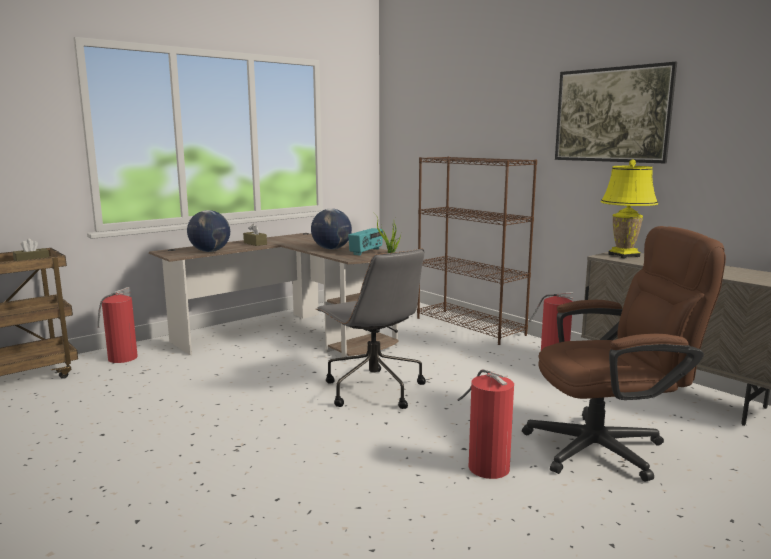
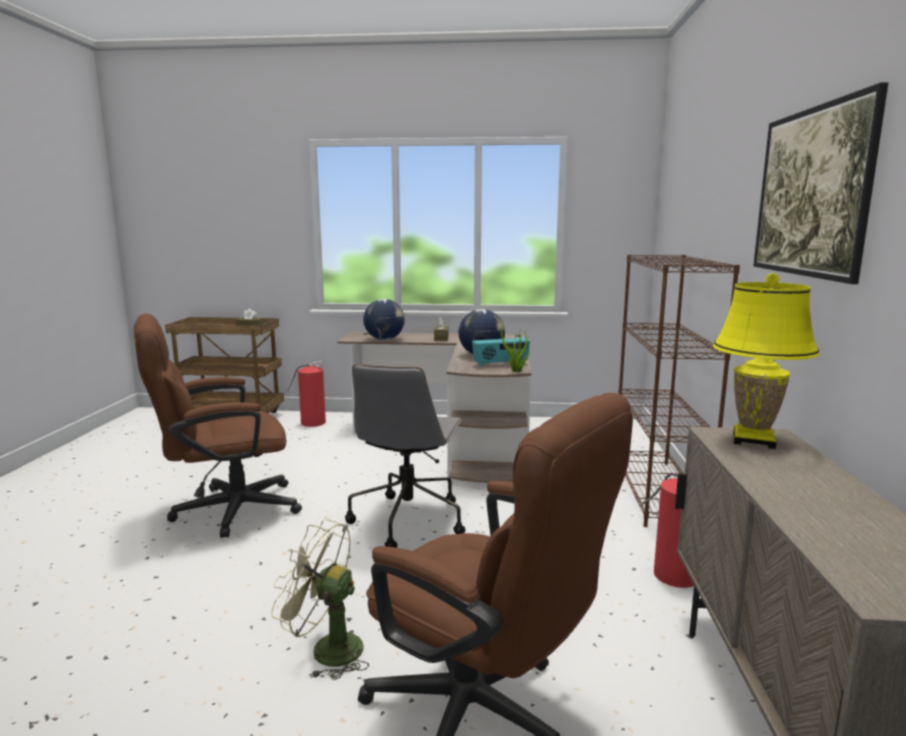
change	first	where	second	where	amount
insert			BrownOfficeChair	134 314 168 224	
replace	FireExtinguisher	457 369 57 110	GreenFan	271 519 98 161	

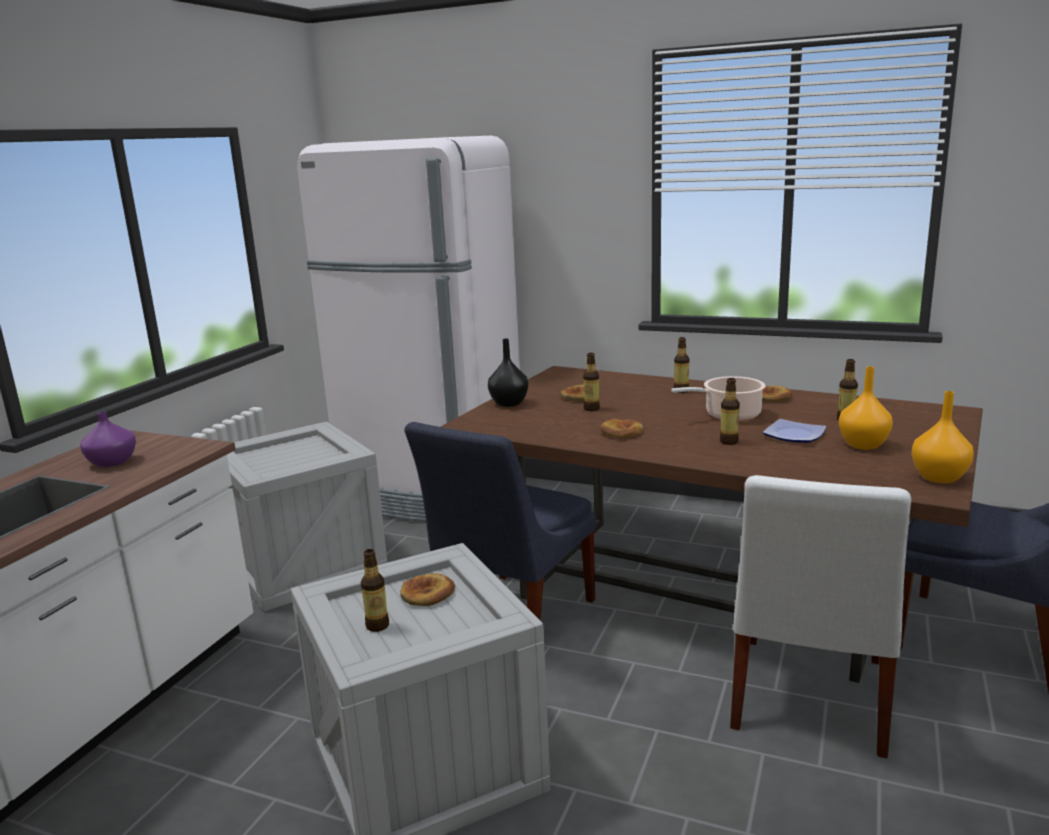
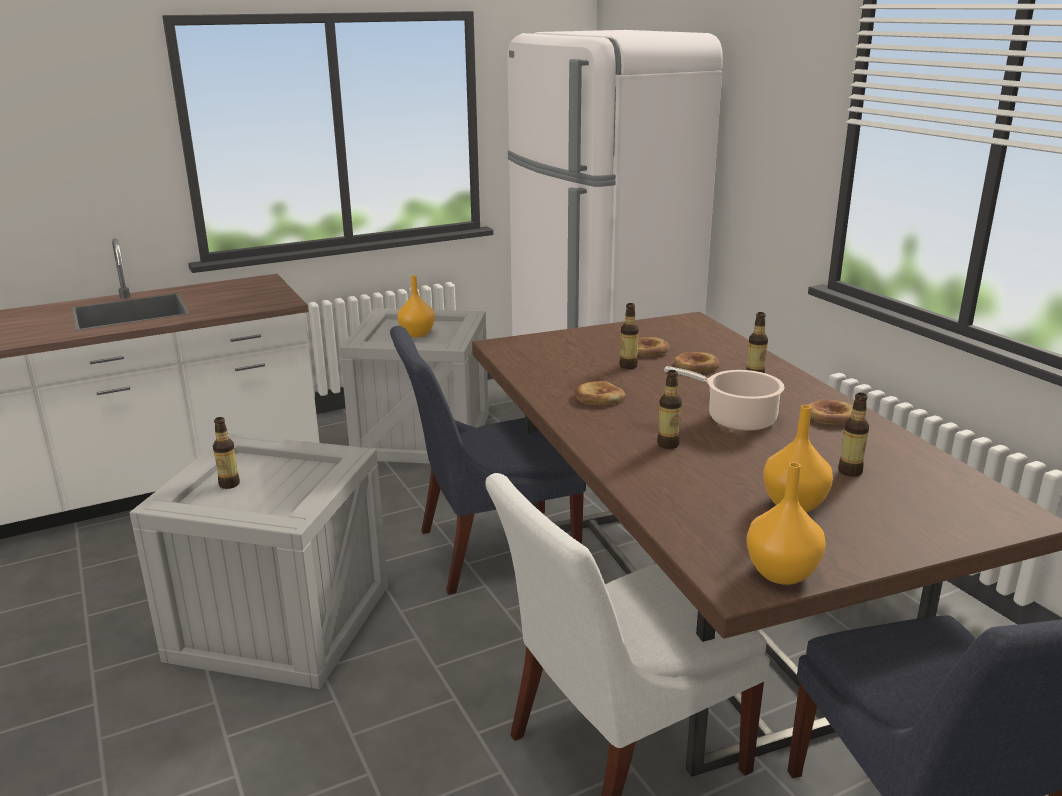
change	first	where	second	where	amount
insert			OrangeVase	397 275 38 62	
move	Bread	400 573 55 33		674 352 46 20	
delete	PurpleVase	80 412 56 55			
delete	BlackVase	488 338 40 69			
delete	Plate	763 419 63 24			

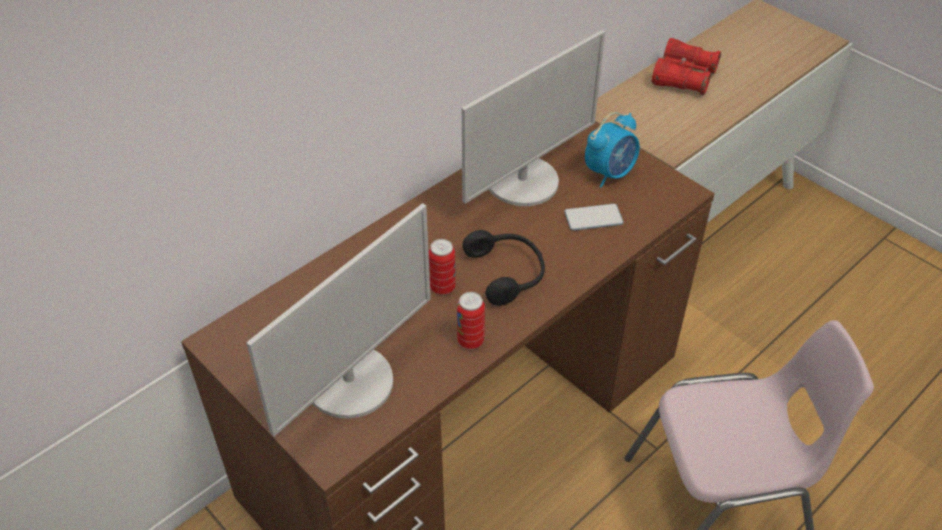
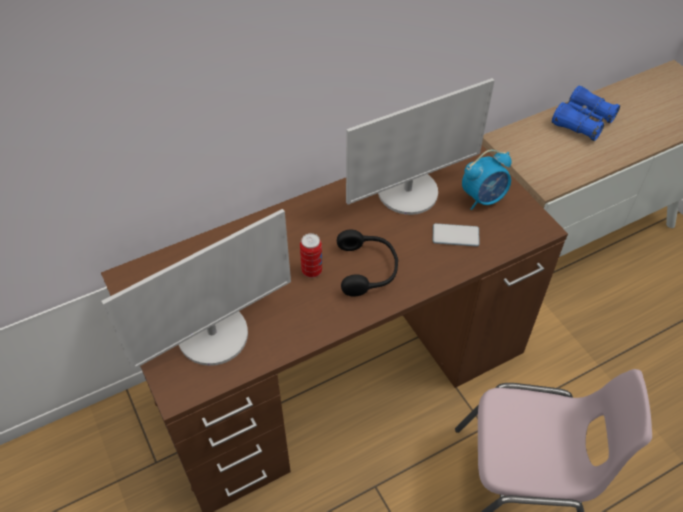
change	first	where	second	where	amount
recolor	RedBinoculars	652 38 69 57	BlueBinoculars	552 86 68 55	
delete	Can	457 292 28 57			

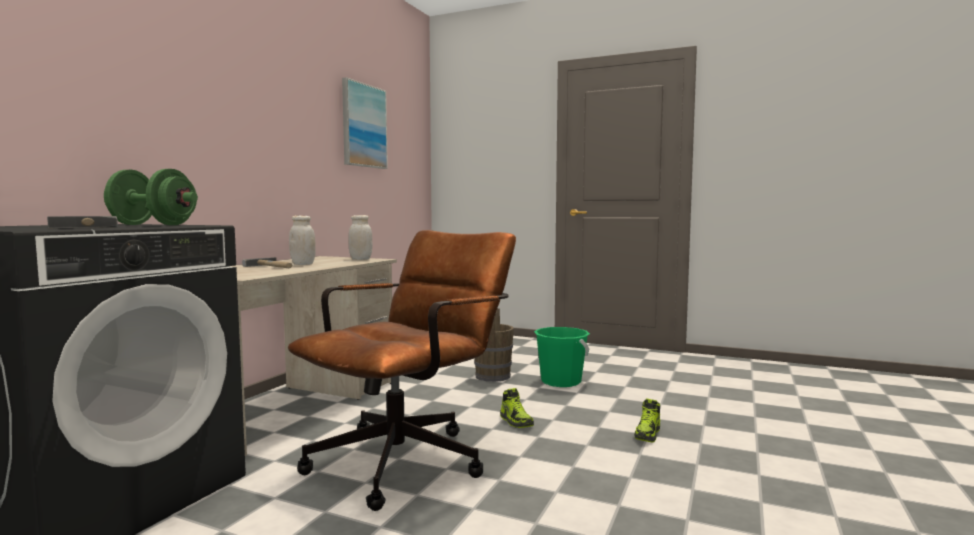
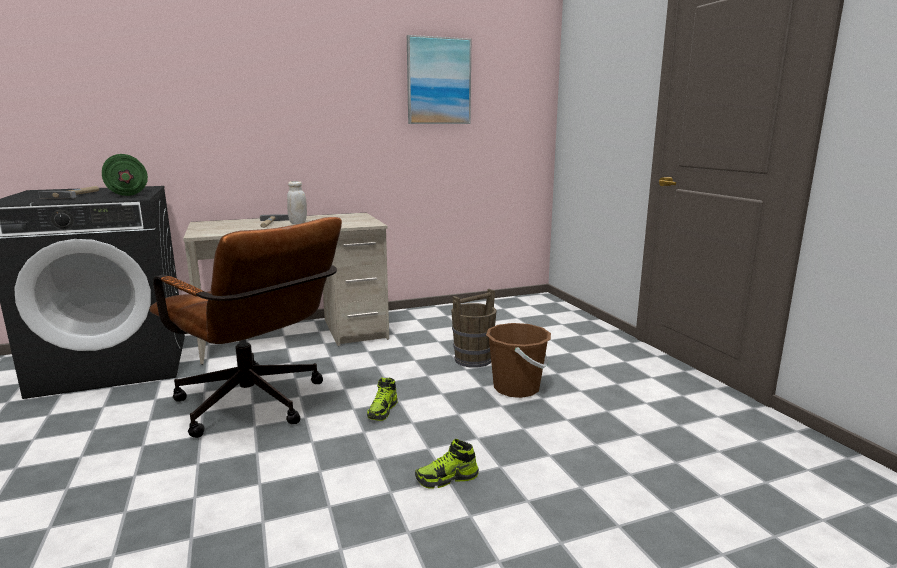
change	first	where	second	where	amount
rotate	BrownOfficeChair	288 230 228 281		149 217 193 221	45 degrees clockwise
recolor	GreenBucket	534 327 56 60	BrownBucket	486 323 65 75	
delete	WhiteJar	349 215 24 45			

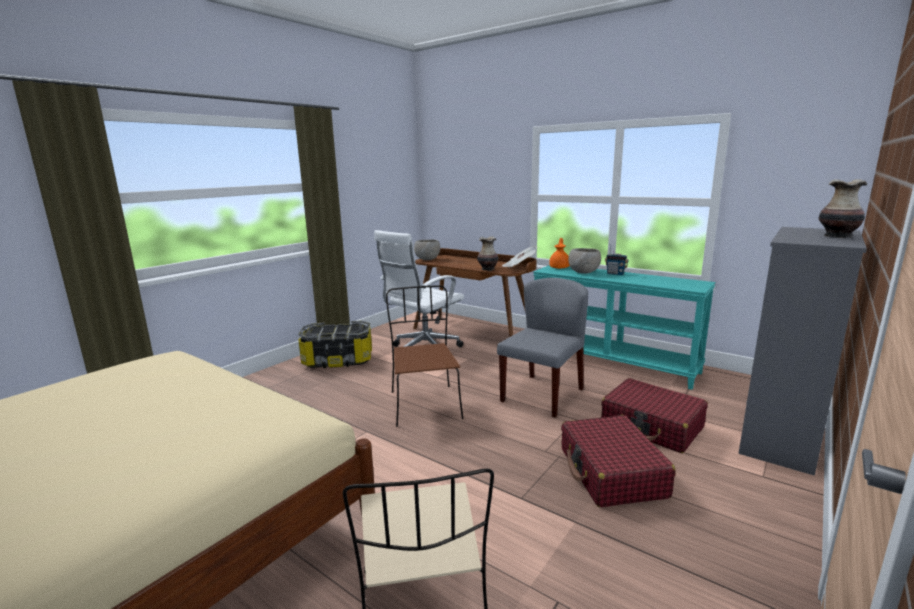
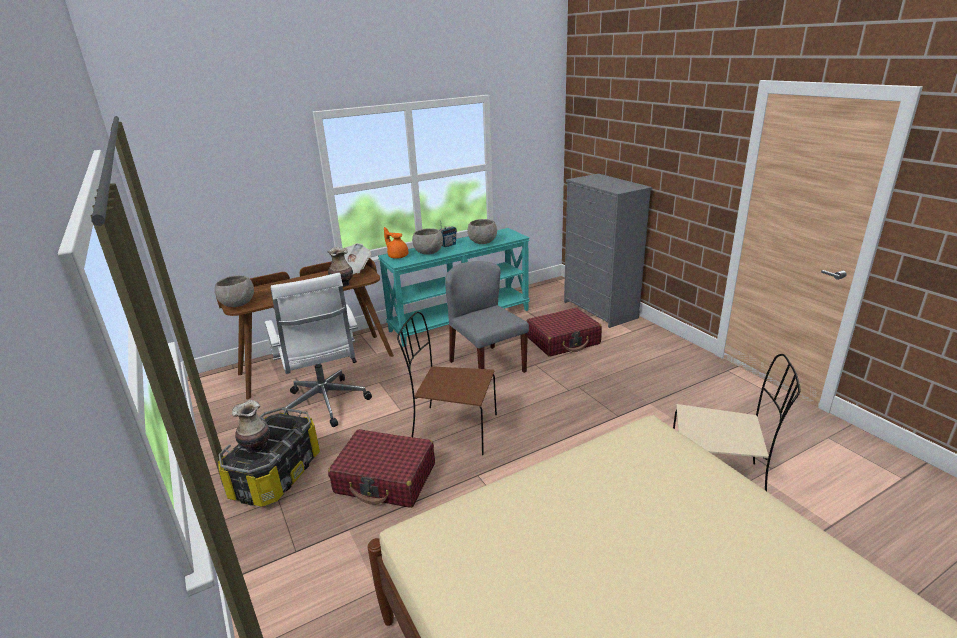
change	first	where	second	where	amount
move	Vase	819 179 48 59		232 400 38 53	
move	RedSuitcase	561 415 114 92		328 429 107 79	
insert			GreyBowl	468 219 29 25	

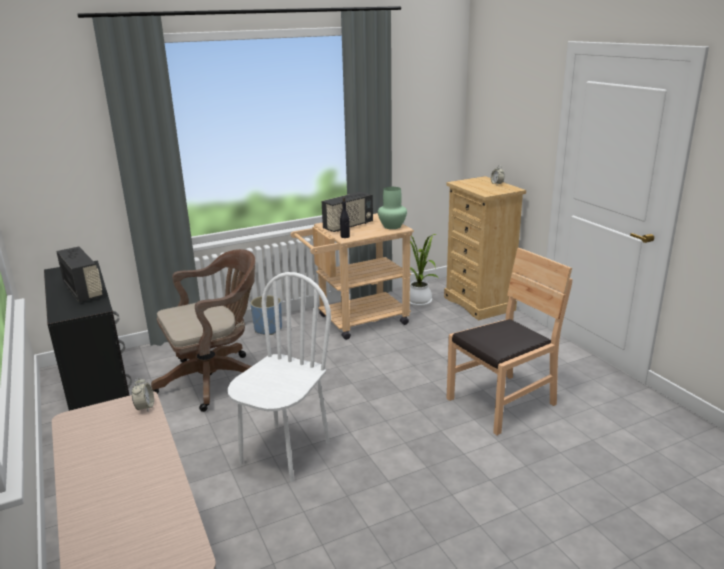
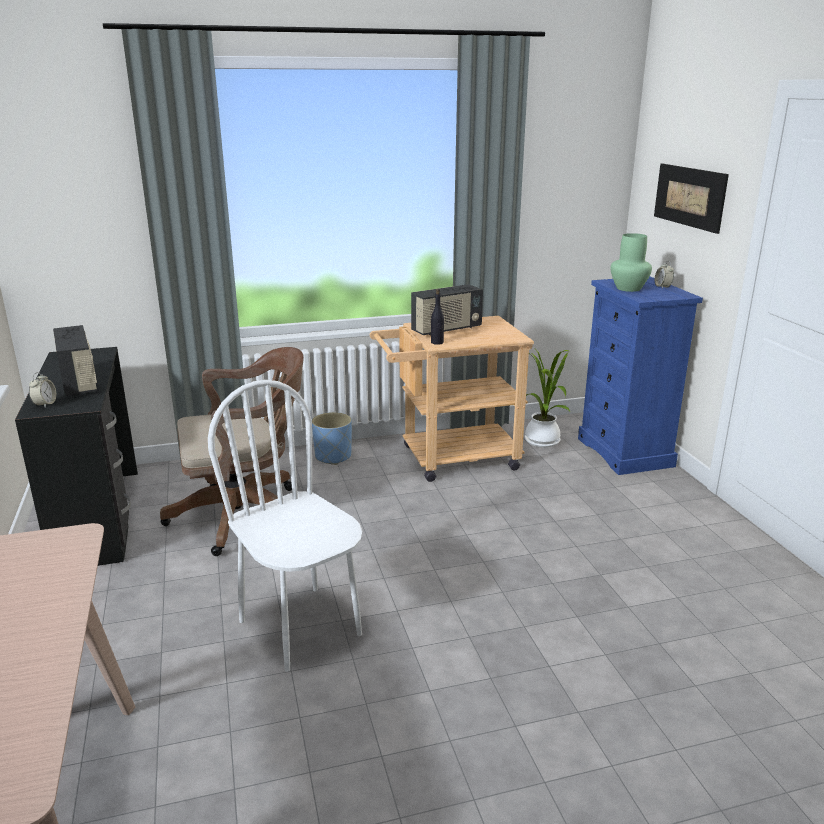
change	first	where	second	where	amount
move	AlarmClock	132 377 22 34		29 372 27 35	
rotate	WhiteChair	228 272 103 210		208 380 154 292	75 degrees counterclockwise
recolor	BeigeDresser	444 176 82 144	BlueDresser	578 276 125 199	
move	GreenVase	378 187 29 42		611 233 41 59	
insert			Picture	654 164 75 70	
delete	BrownChair	446 248 127 187			

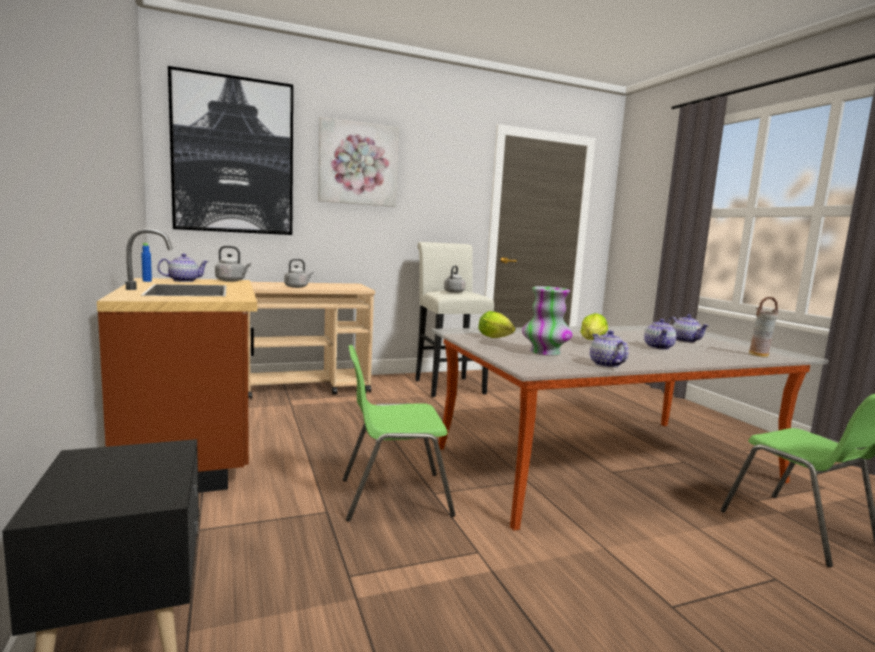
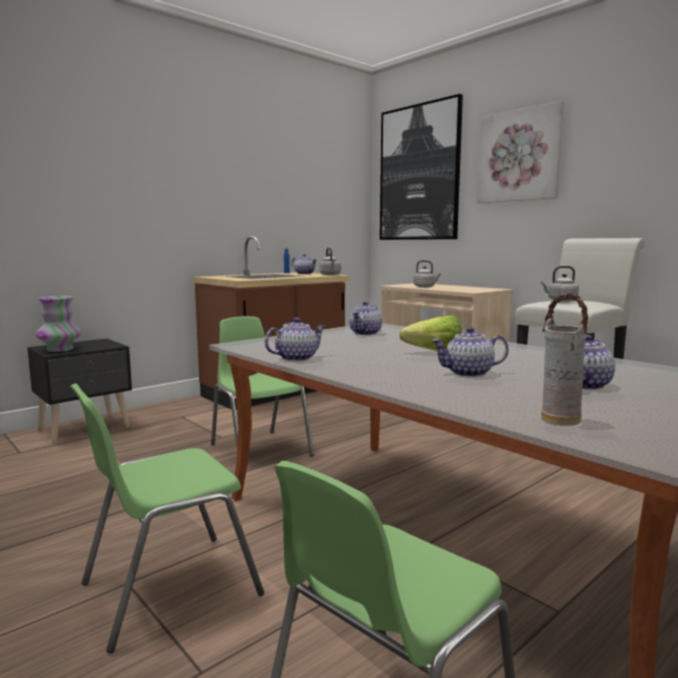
change	first	where	second	where	amount
move	Vase	522 286 51 69		36 296 46 56	
insert			GreenChair	70 383 194 270	
replace	Lettuce	478 311 37 27	Teapot	349 301 33 34	

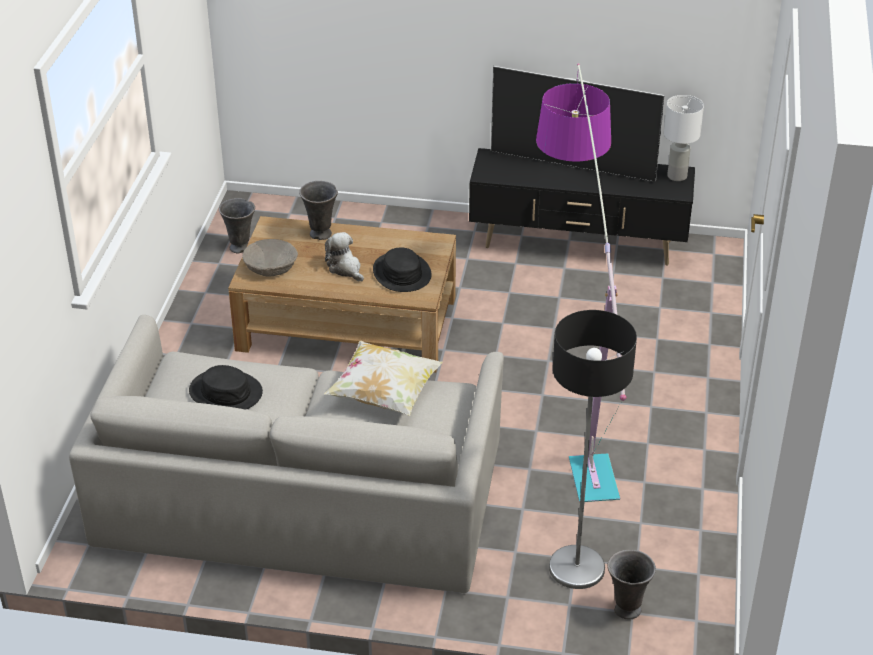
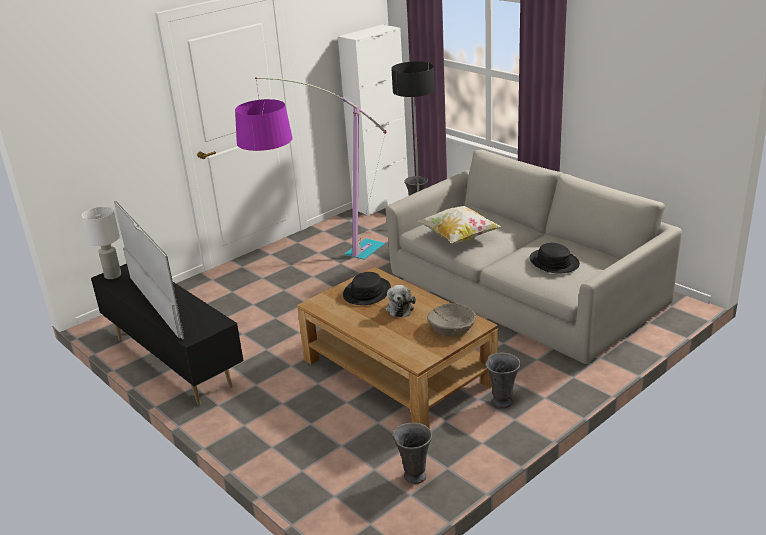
change	first	where	second	where	amount
insert			WhiteCabinet	338 24 71 192	
move	GreyVase	299 181 39 59		485 353 36 55	

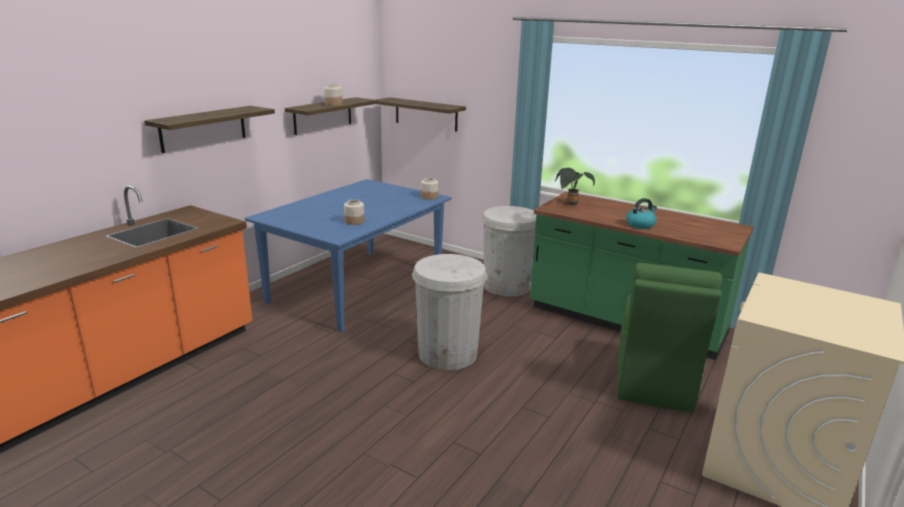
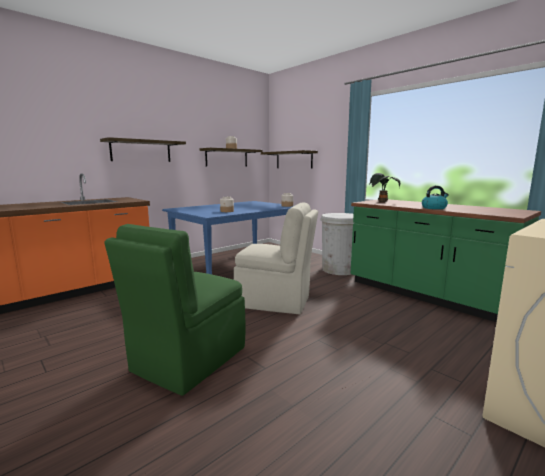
change	first	where	second	where	amount
move	GreenChair	617 263 106 149		104 224 141 172	
replace	WhiteTrashCan	412 254 76 116	BeigeChair	234 202 84 113	

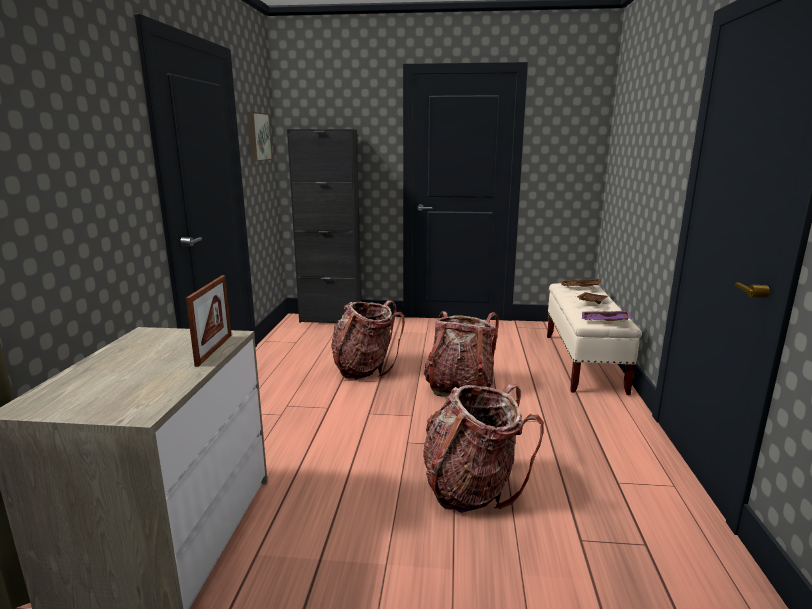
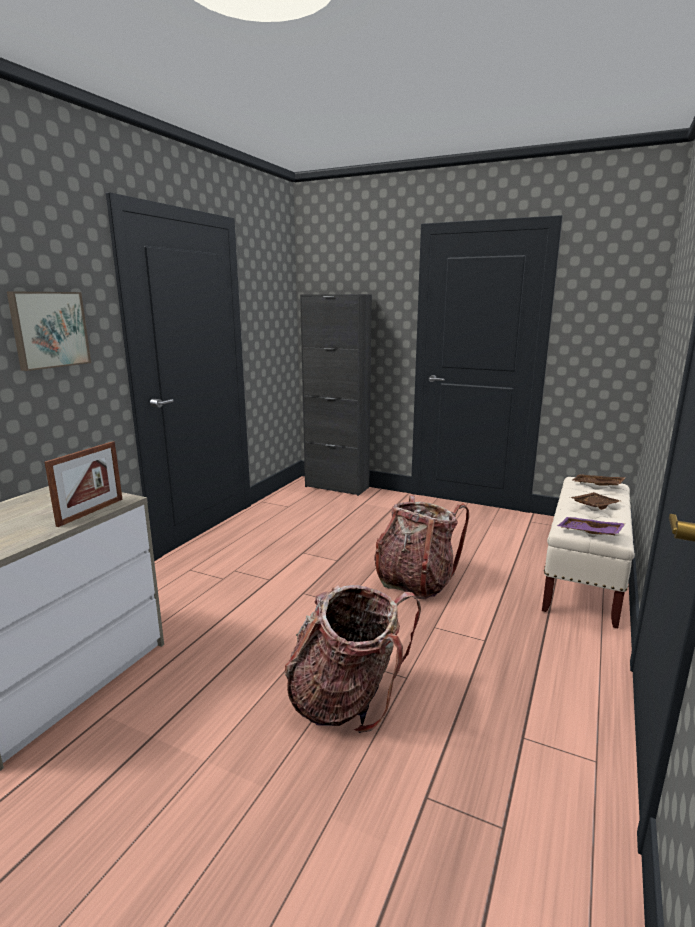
change	first	where	second	where	amount
move	Picture	247 112 26 49		7 291 84 80	
delete	Backpack	332 300 73 80			

